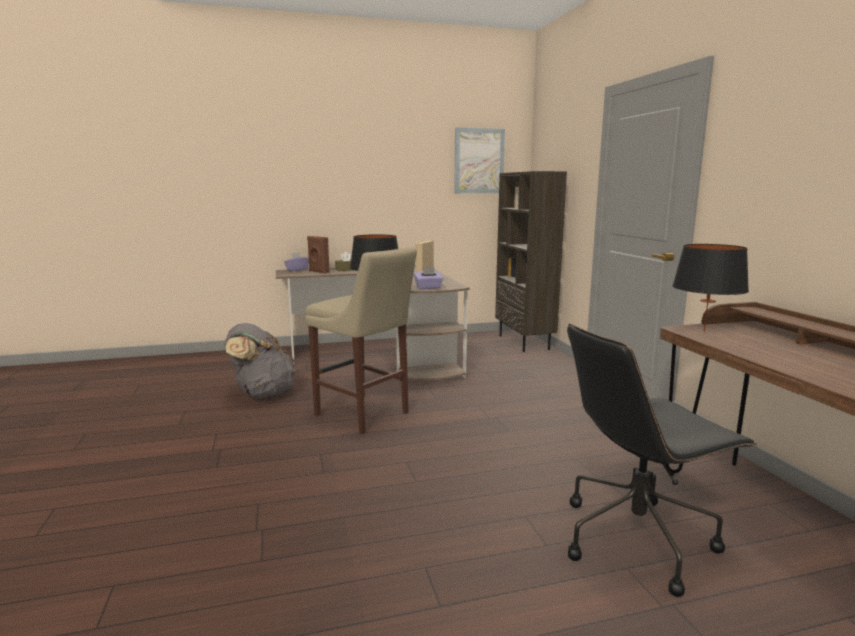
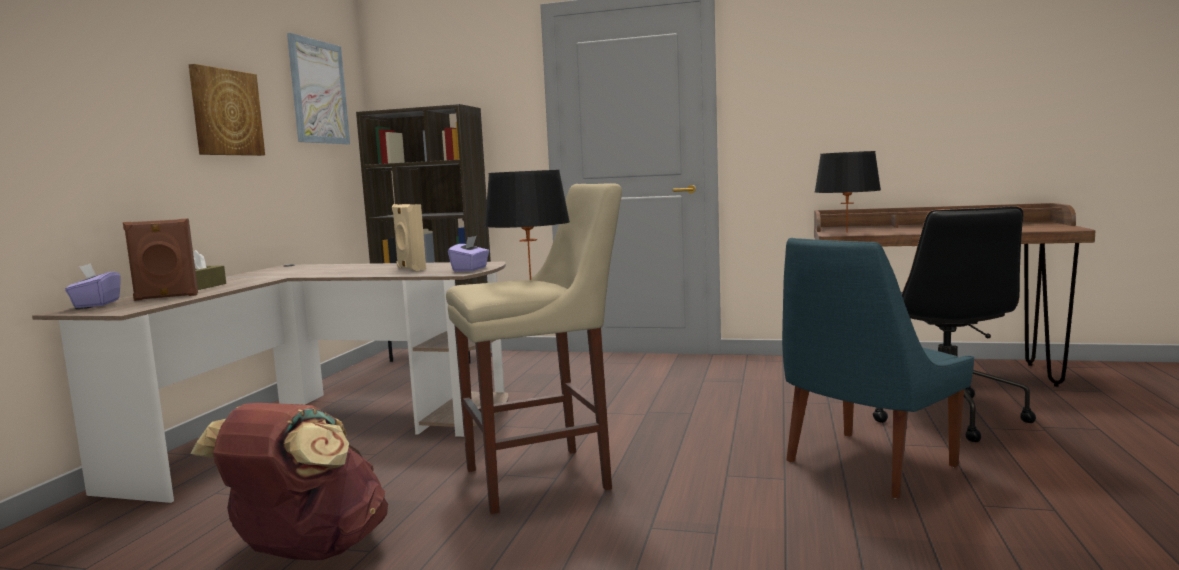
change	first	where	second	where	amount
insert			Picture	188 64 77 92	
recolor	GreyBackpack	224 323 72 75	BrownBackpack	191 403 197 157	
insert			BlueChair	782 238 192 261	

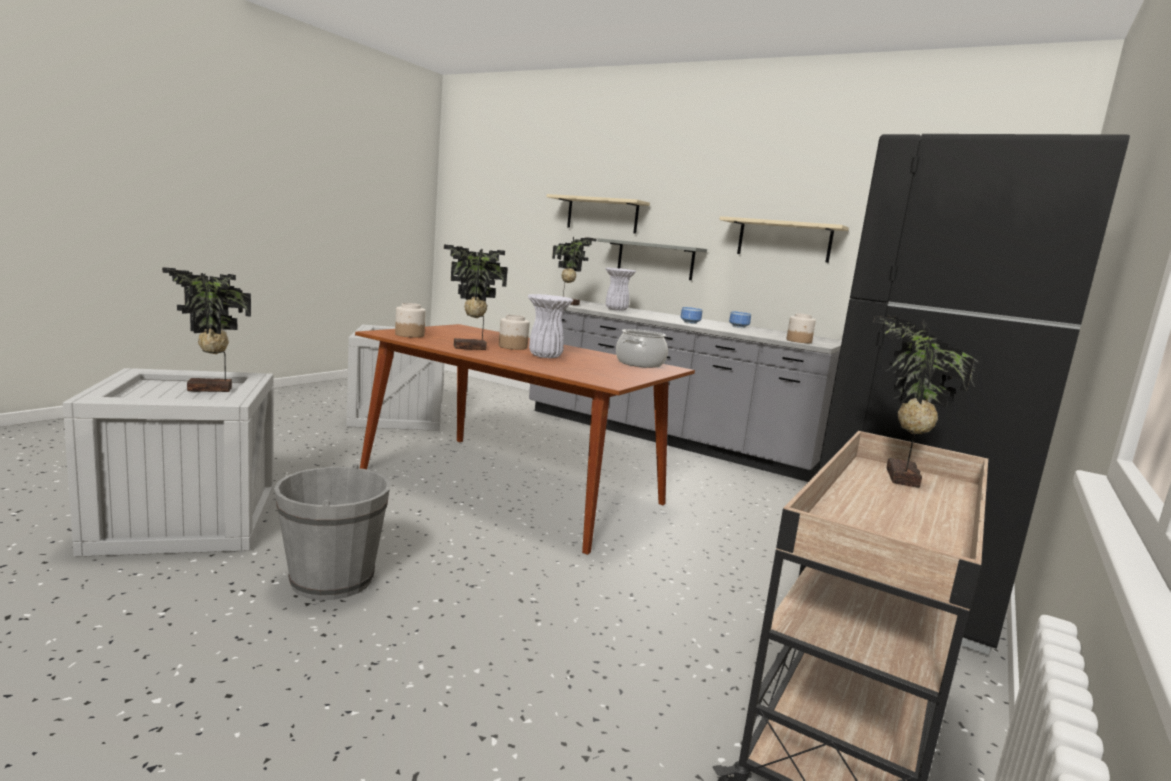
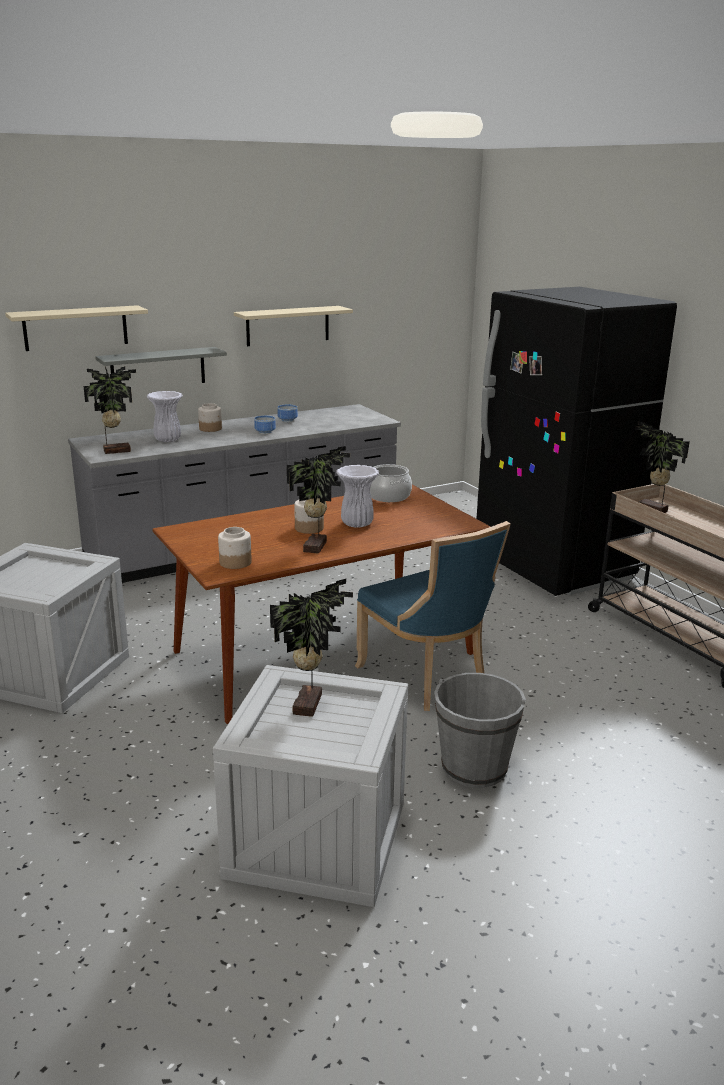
change	first	where	second	where	amount
move	Jar	787 313 29 30		198 403 24 29	
insert			BlueChair	355 521 156 190	

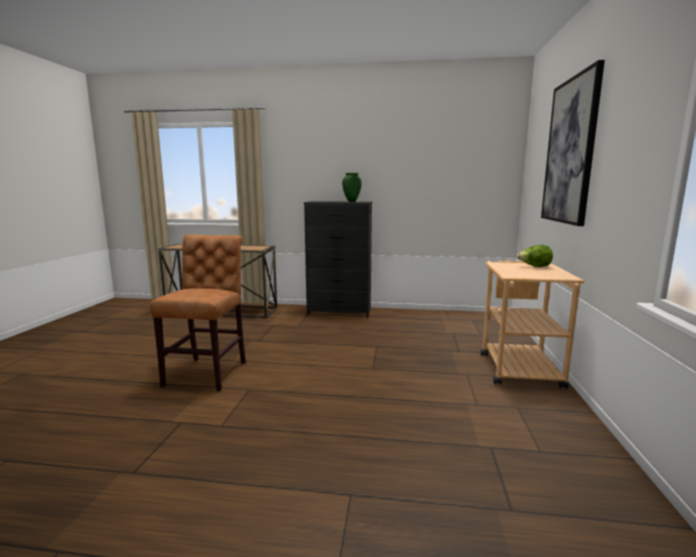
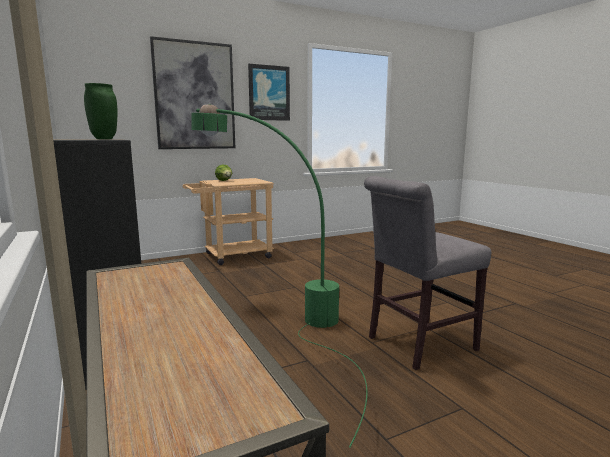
change	first	where	second	where	amount
insert			GreenFloorLamp	191 104 177 344	
insert			Picture	248 64 42 57	
recolor	BrownChair	150 235 96 156	GreyChair	364 176 127 194	

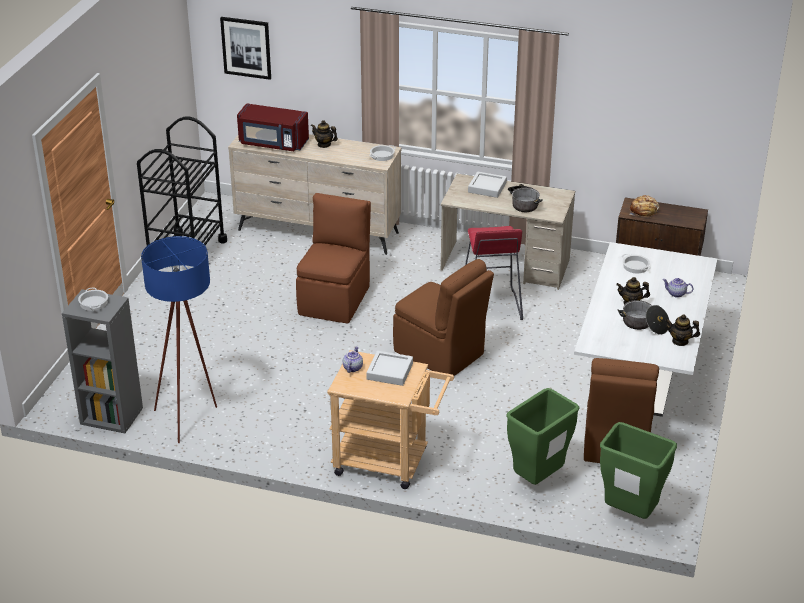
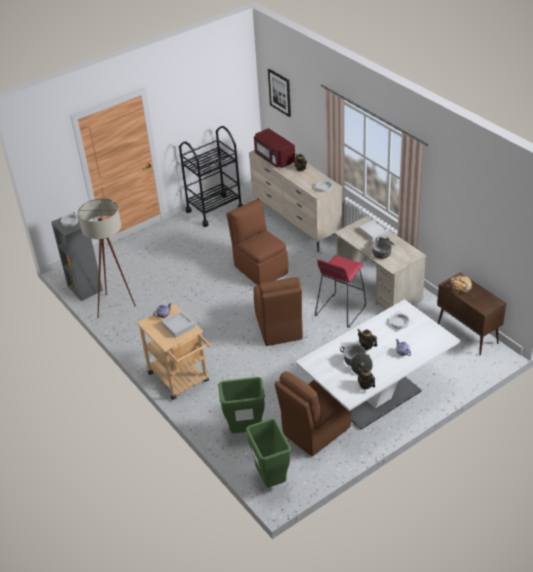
change	first	where	second	where	amount
recolor	BlueFloorLamp	141 236 76 207	BeigeFloorLamp	78 198 58 120	
rotate	BrownChair	296 193 75 130		226 199 62 86	90 degrees counterclockwise

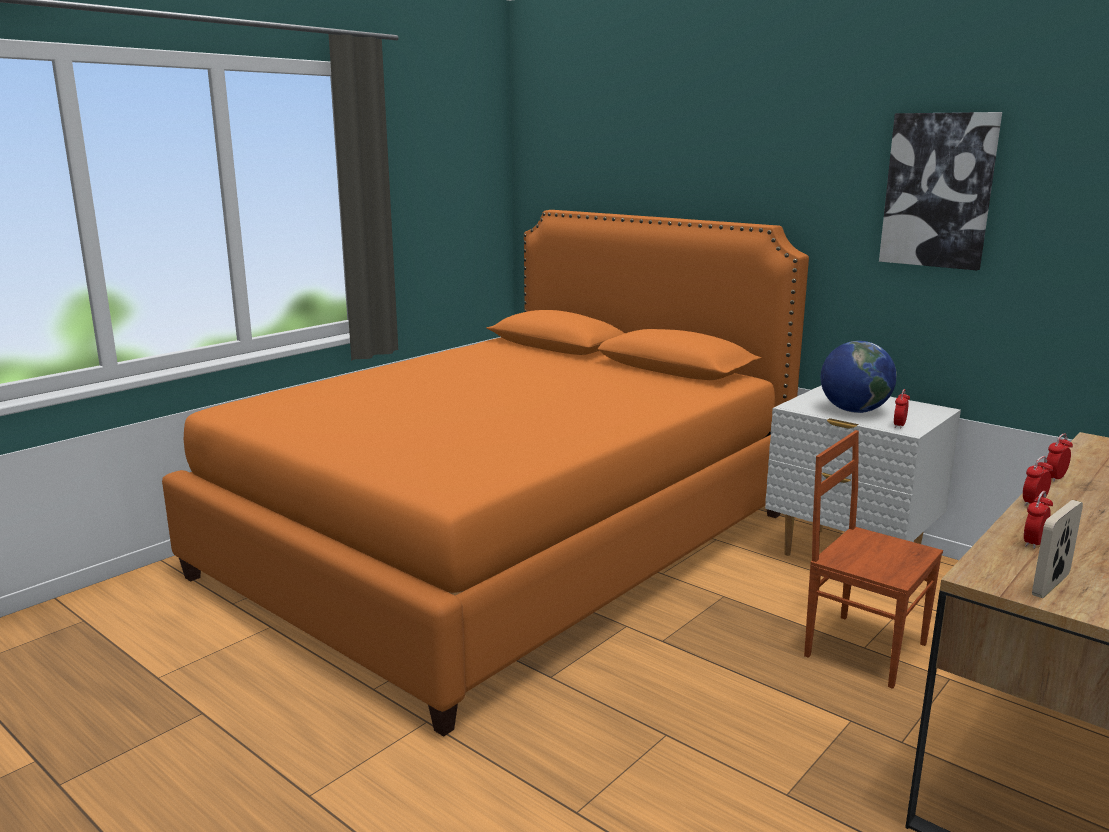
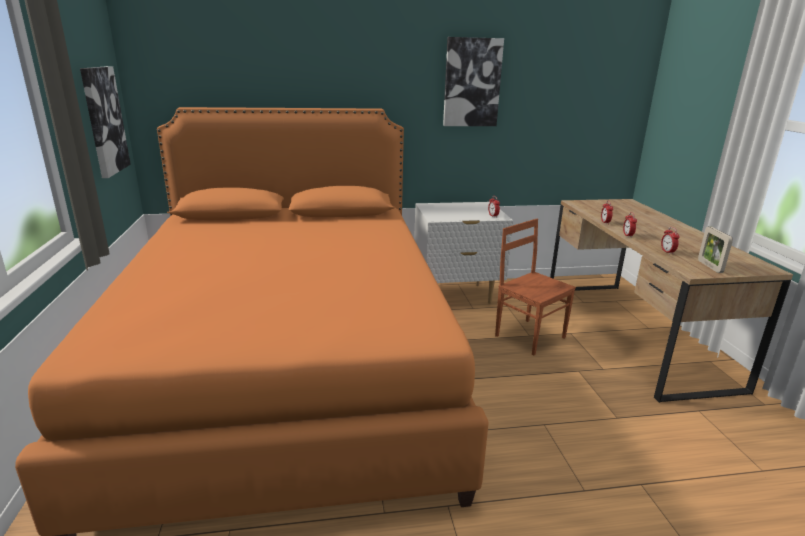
change	first	where	second	where	amount
insert			Picture	80 66 51 112	
rotate	BrownChair	804 430 139 259		495 219 81 136	60 degrees clockwise
delete	Globe	821 341 76 72			

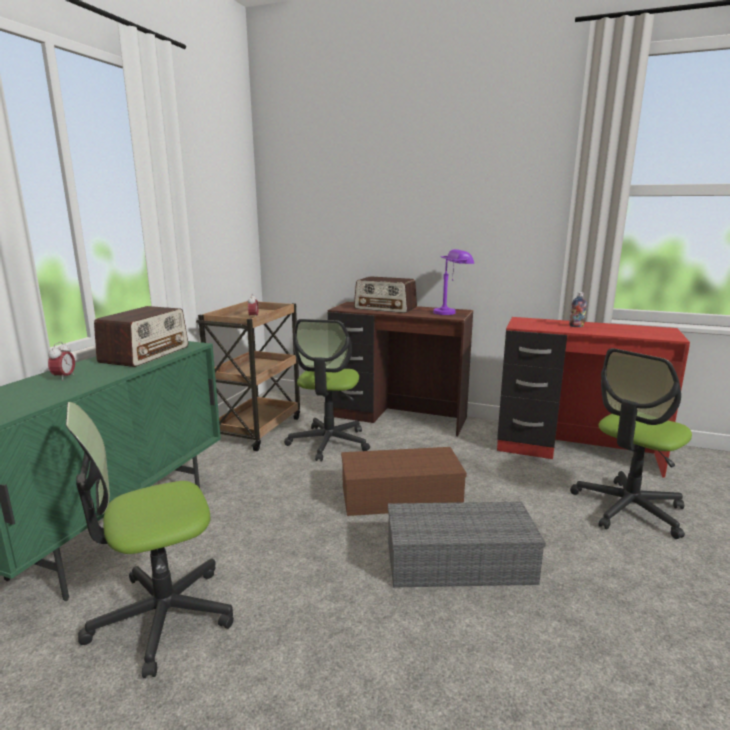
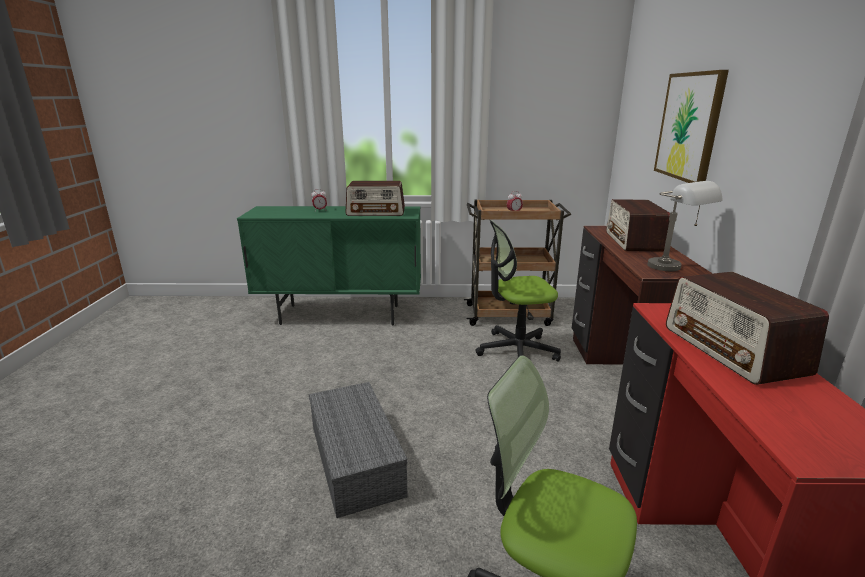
change	first	where	second	where	amount
recolor	PurpleTableLamp	433 249 41 66	GreyTableLamp	648 181 74 90	
insert			Picture	654 70 75 113	
replace	Bottle	569 292 18 35	Radio	666 272 163 113	
delete	OfficeChair	66 402 168 276			
delete	BrownStorageBox	341 447 126 69			

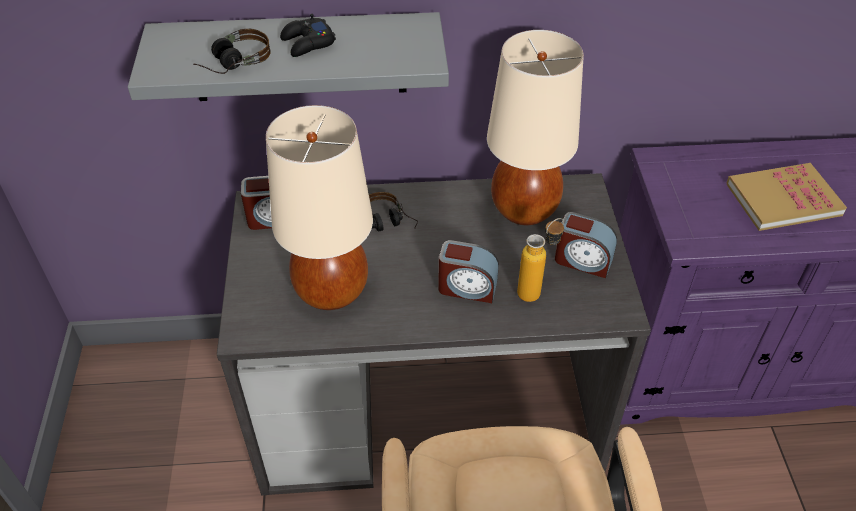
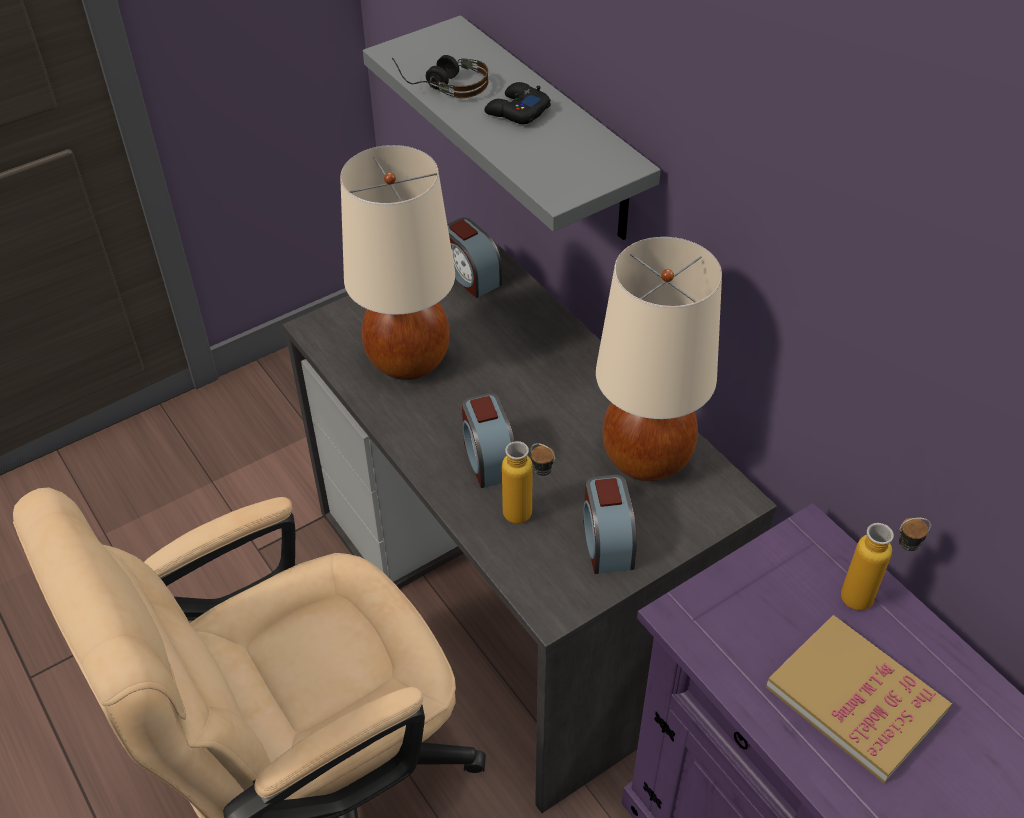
change	first	where	second	where	amount
insert			Bottle	841 518 90 92	
delete	Headphones	369 192 49 39			

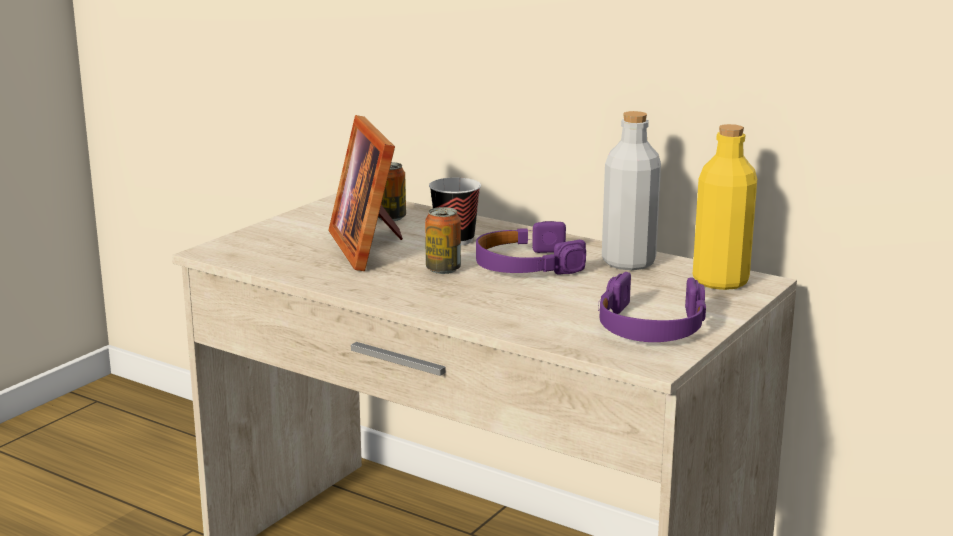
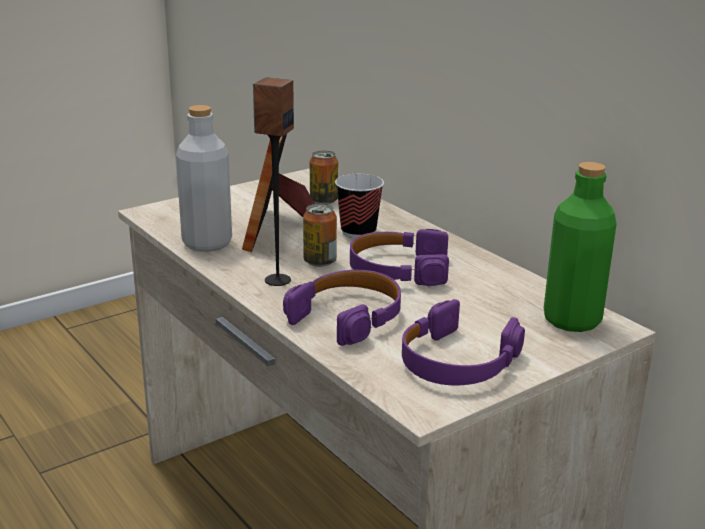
change	first	where	second	where	amount
move	GreyBottle	602 111 59 159		176 105 56 147	
insert			Speaker	253 77 41 209	
insert			PurpleHeadphones	283 270 118 76	
recolor	YellowBottle	693 124 64 166	GreenBottle	544 162 73 170	

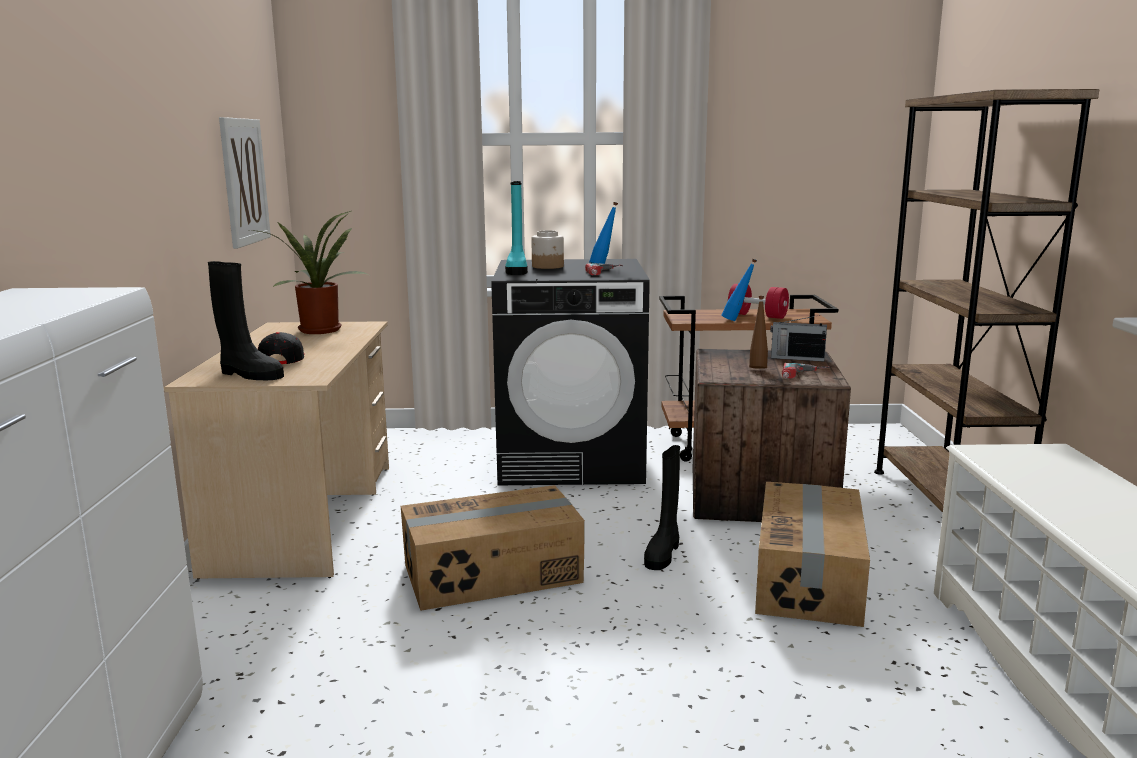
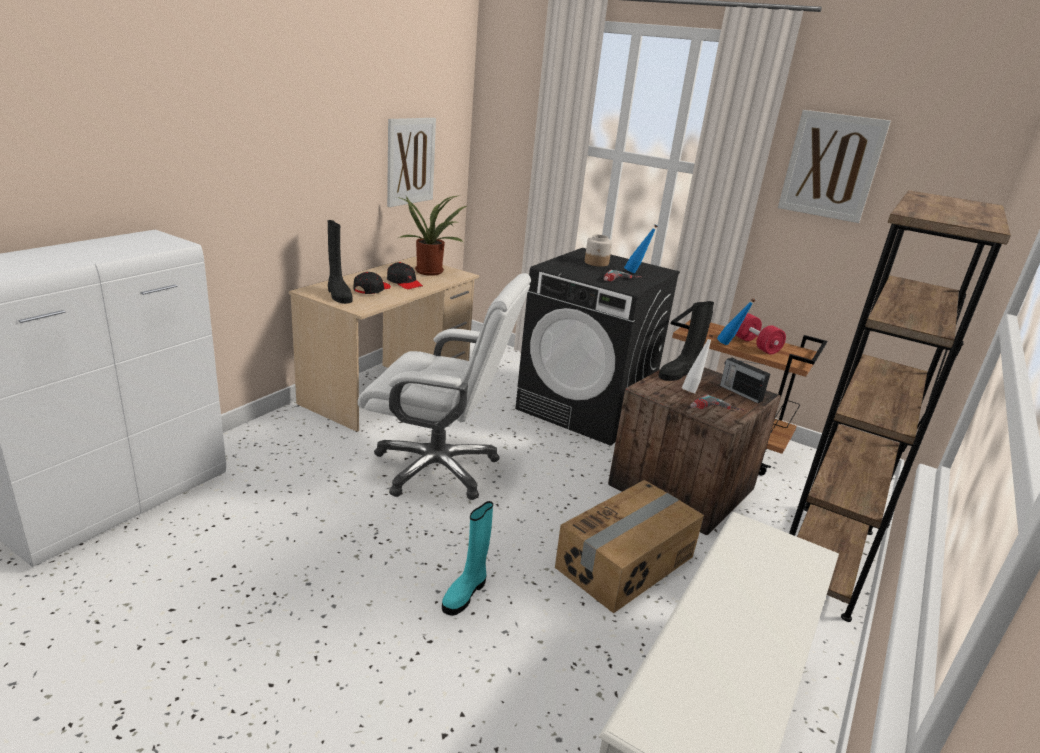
change	first	where	second	where	amount
replace	CardboardBox	401 485 184 126	WhiteOfficeChair	358 273 173 227	
insert			BlackCap	387 262 36 27	
move	TurquoiseBoot	505 181 23 94		442 501 51 115	
move	BlackBoot	644 445 36 125		659 301 55 80	
recolor	BrownBottle	749 296 19 73	WhiteBottle	682 334 31 59	
insert			Picture	778 110 113 113	

